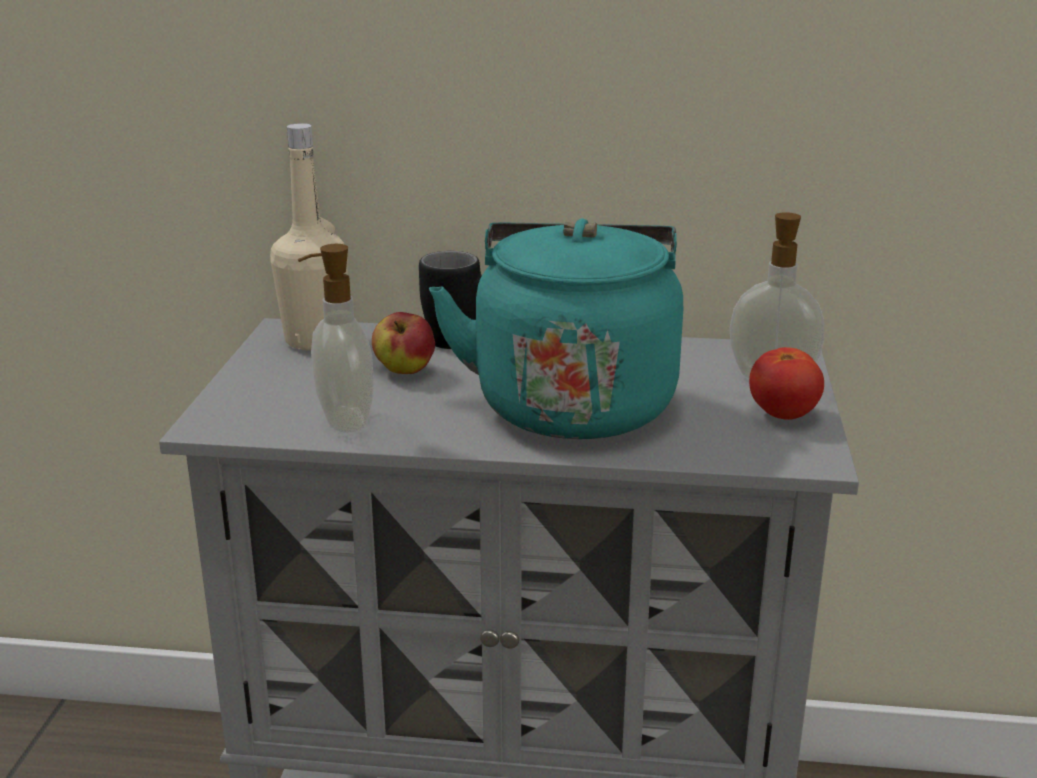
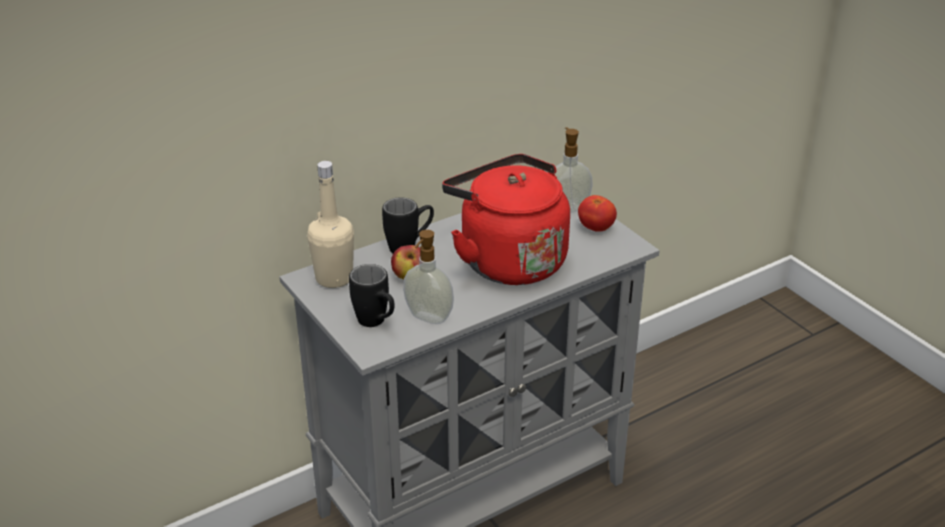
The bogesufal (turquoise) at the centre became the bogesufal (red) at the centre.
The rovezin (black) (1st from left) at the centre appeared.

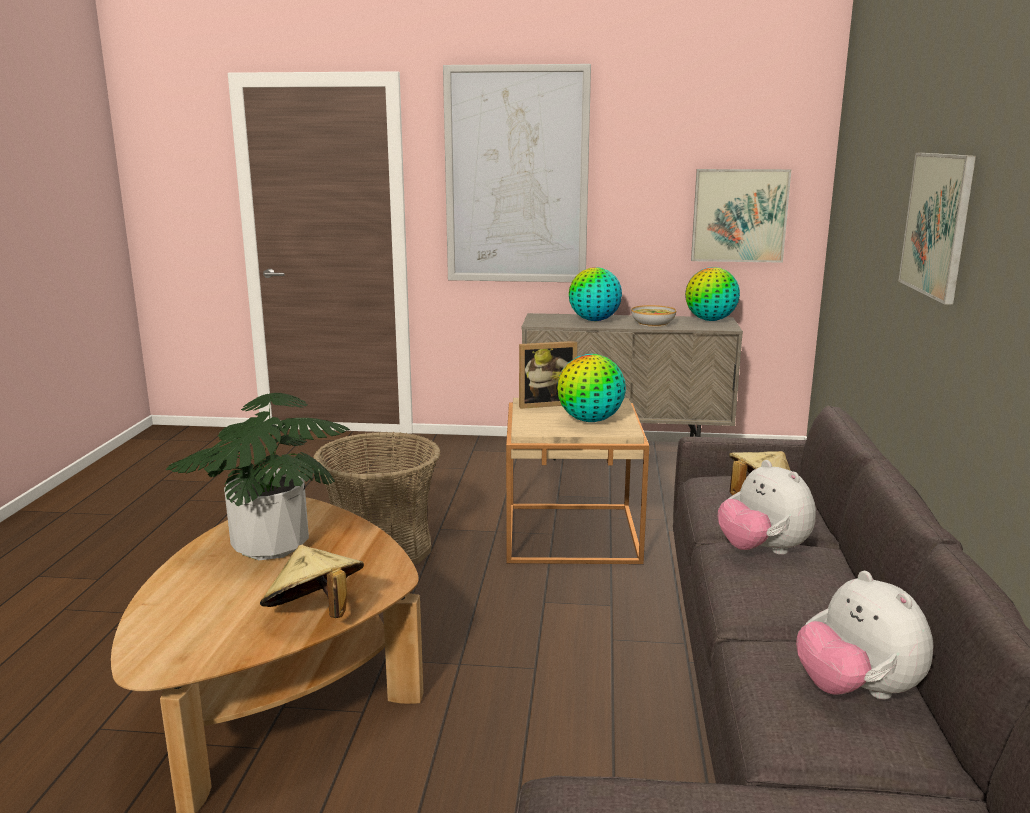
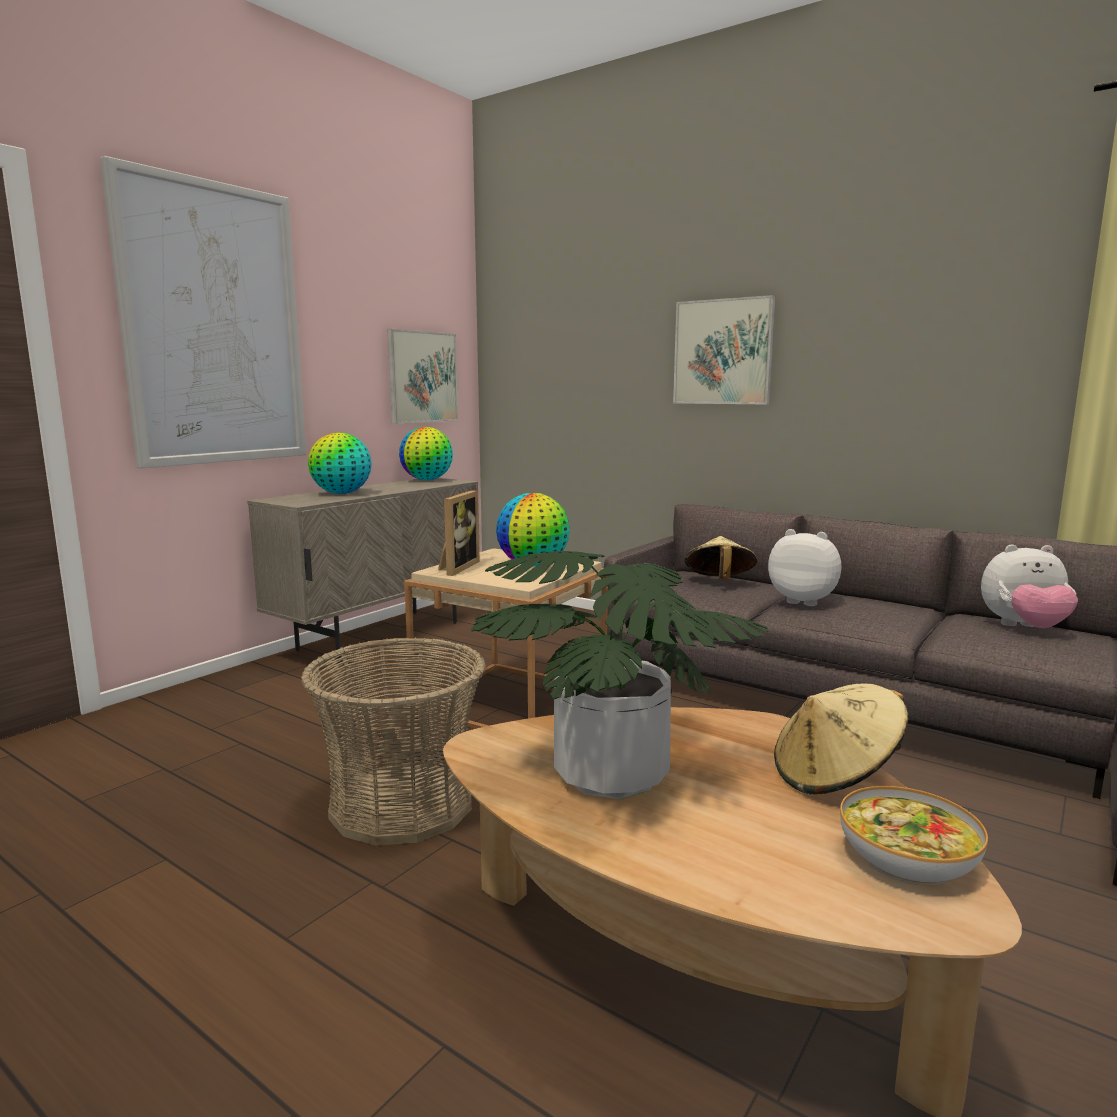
The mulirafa moved from the centre to the bottom right.
The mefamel (1st from left) at the middle right turned 150 degrees counterclockwise.

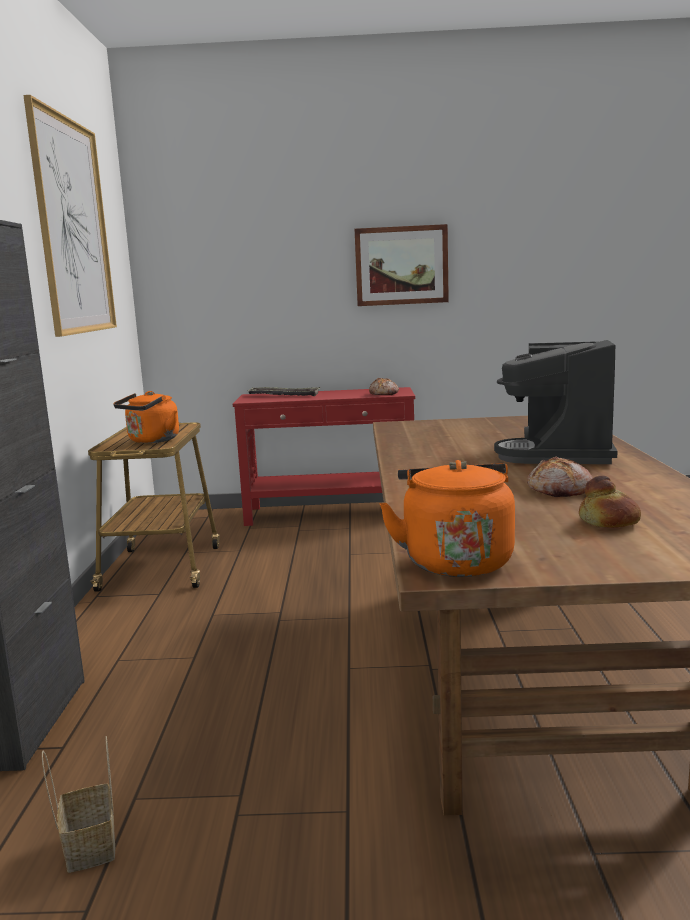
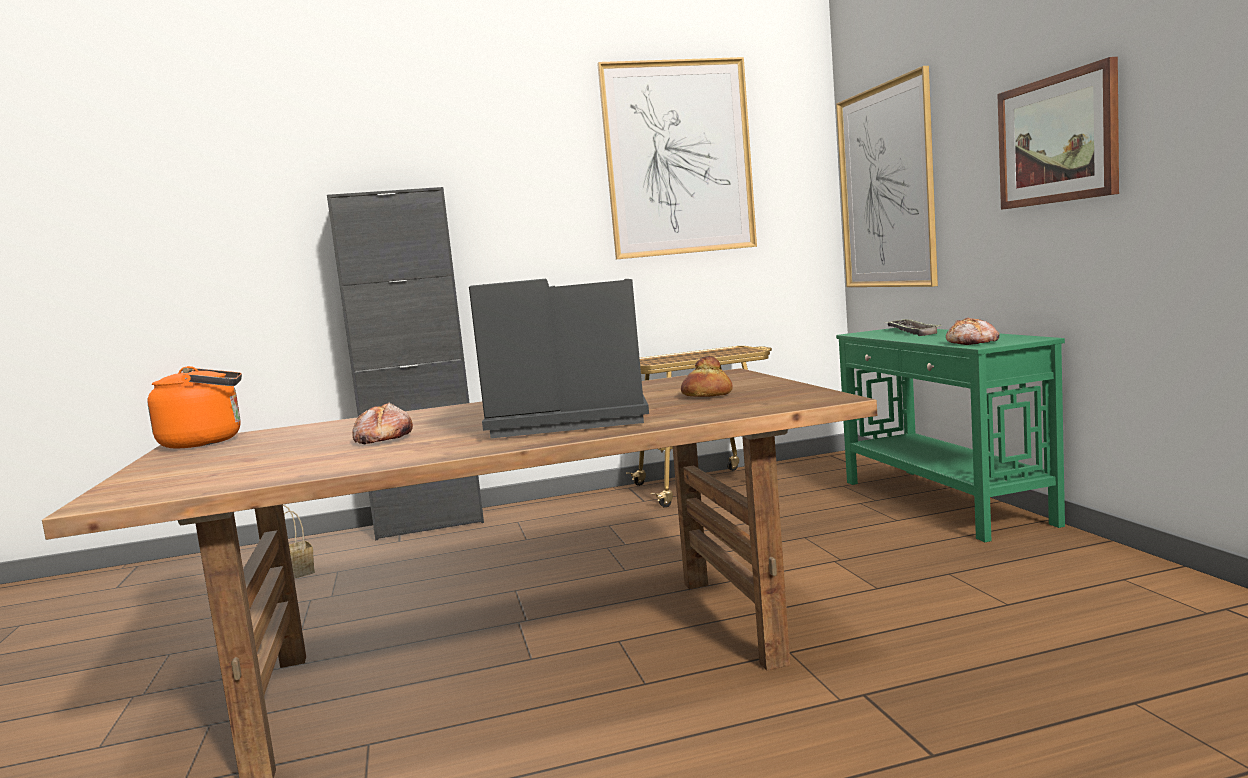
The bogesufal (orange) (1st from left) at the middle left disappeared.
The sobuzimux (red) at the centre became the sobuzimux (green) at the middle right.
The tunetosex (3rd from left in the first image) moved from the middle right to the centre.
The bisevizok (2nd from left) at the top right appeared.

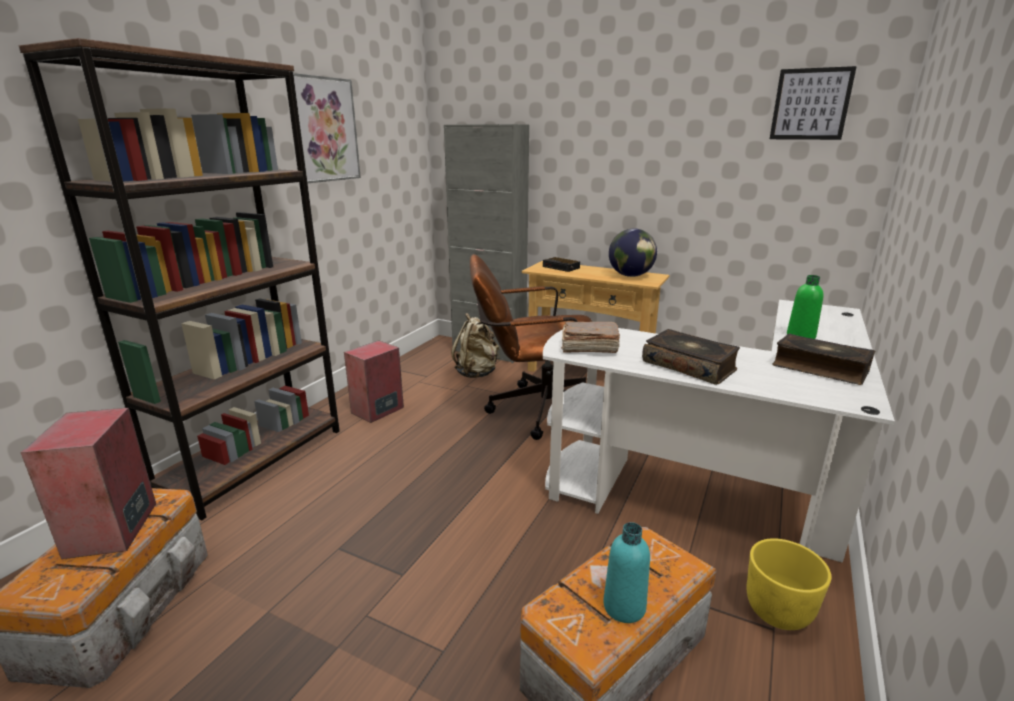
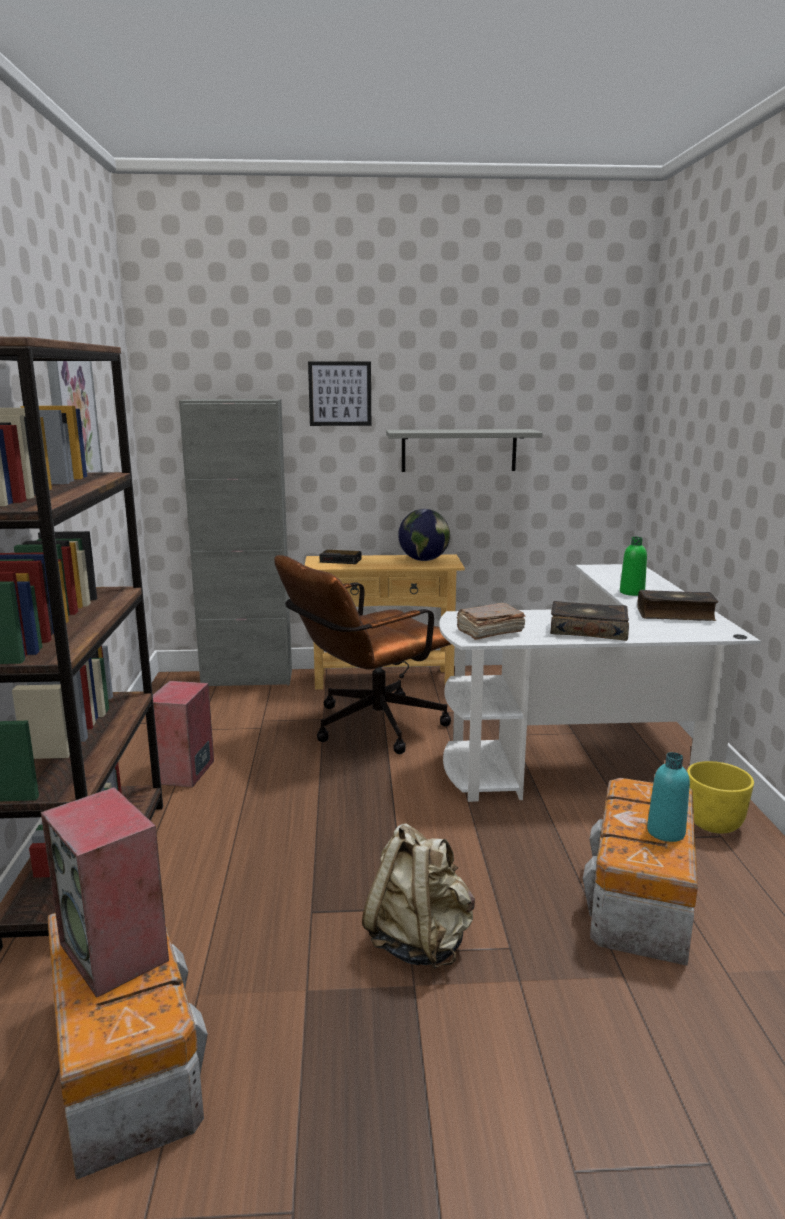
The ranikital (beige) moved from the centre to the bottom centre.
The bisevizok (2nd from left) moved from the top right to the top centre.
The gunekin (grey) at the centre appeared.

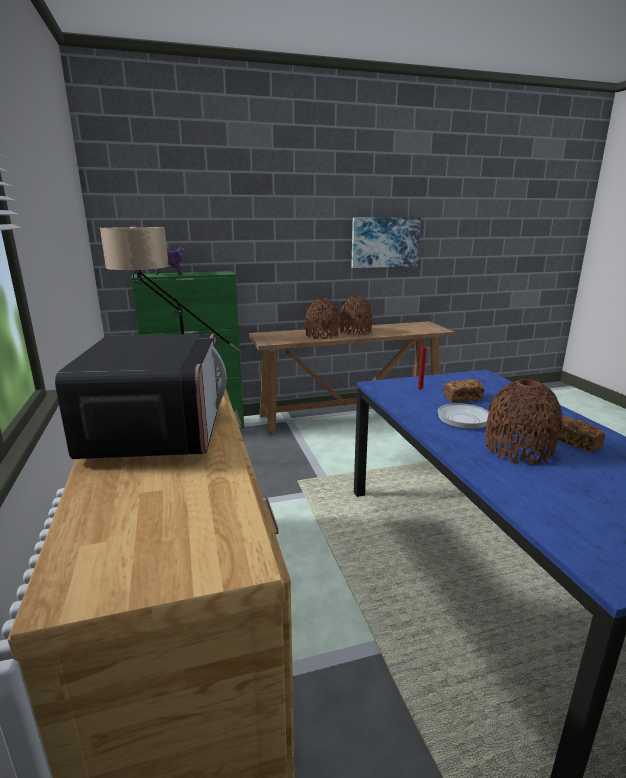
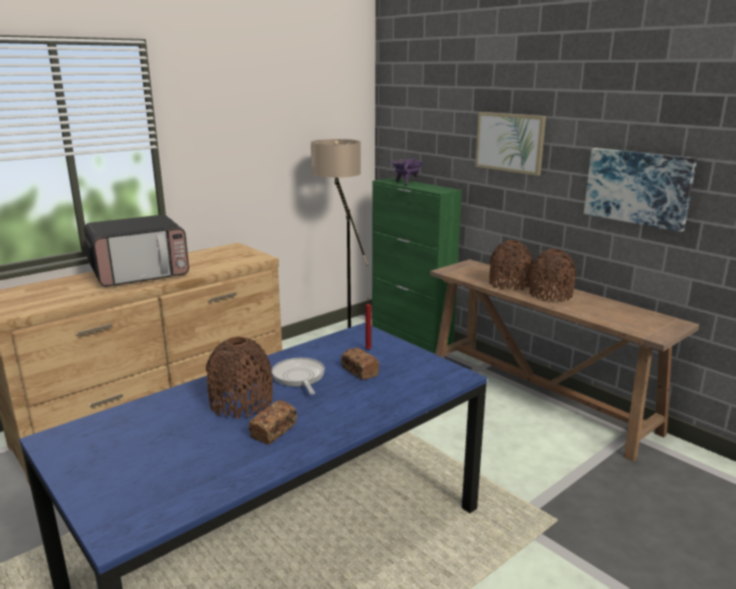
The bisevizok (1st from left) at the top right appeared.

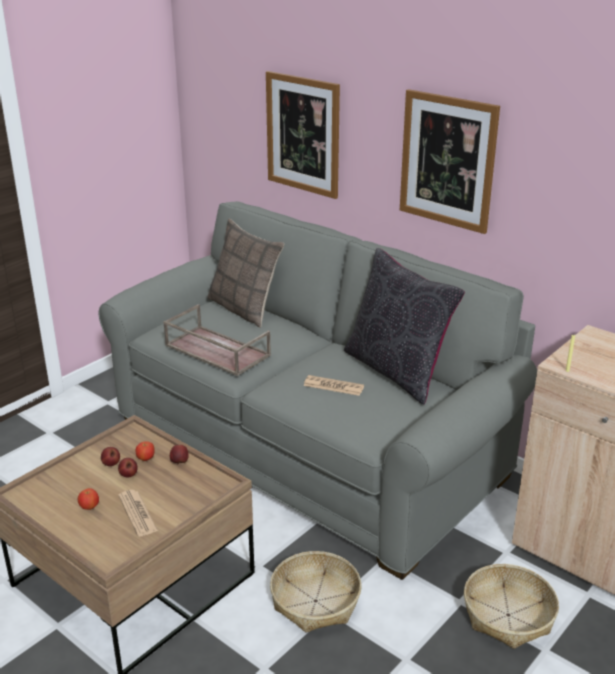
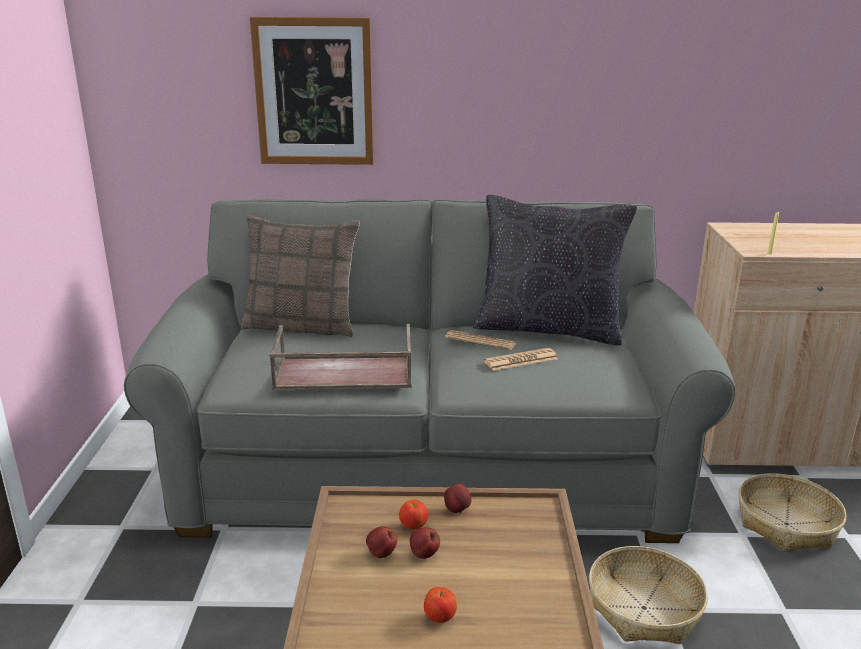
The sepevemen (1st from left) moved from the bottom left to the centre.
The bisevizok (2nd from left) at the top right disappeared.

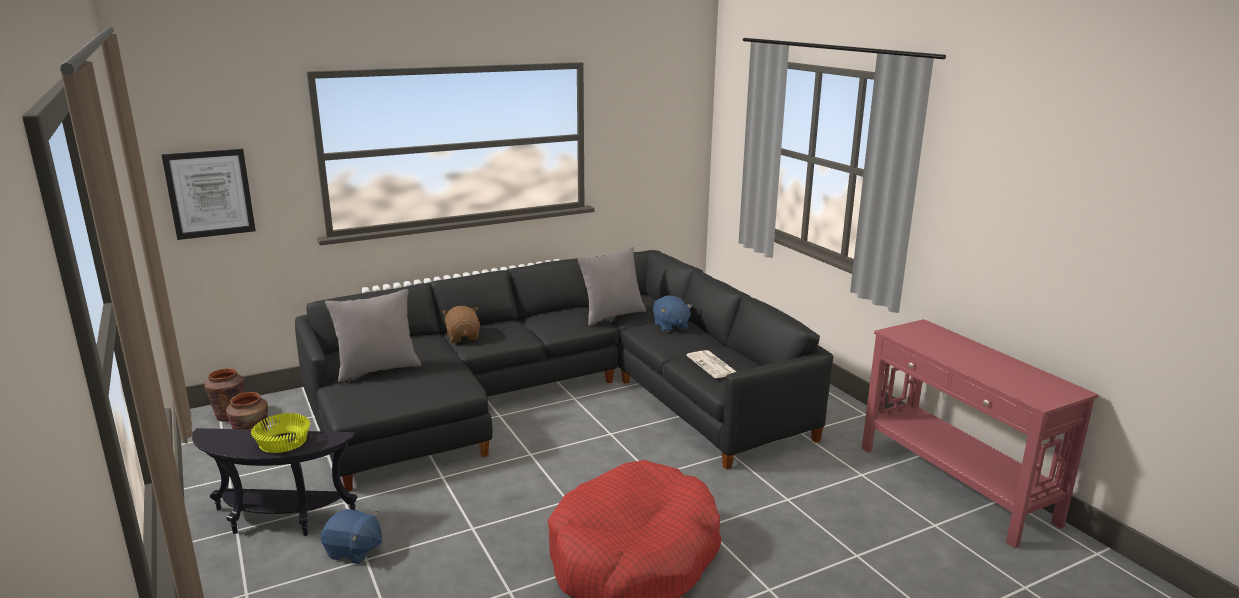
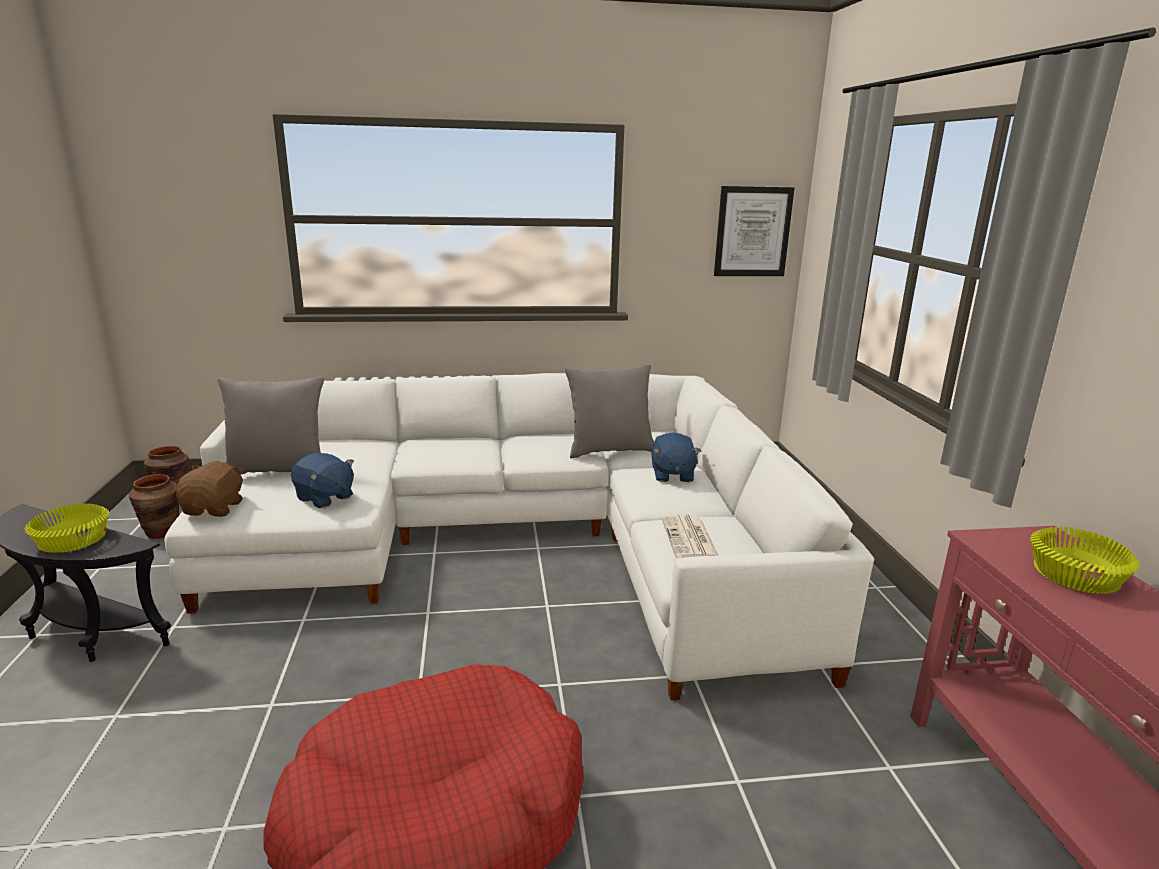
The bisevizok moved from the top left to the top centre.
The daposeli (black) at the centre became the daposeli (white) at the centre.
The mefamel (blue) (1st from left) moved from the bottom left to the middle left.
The mefamel (brown) moved from the centre to the middle left.
The mulirafa (yellow) (2nd from left) at the middle right appeared.

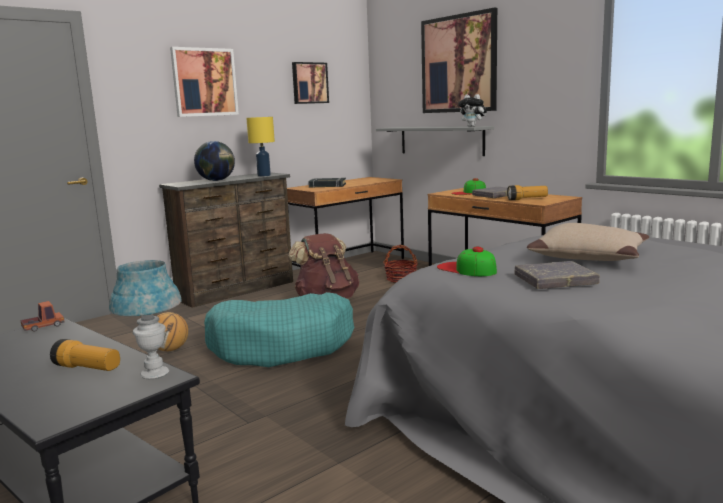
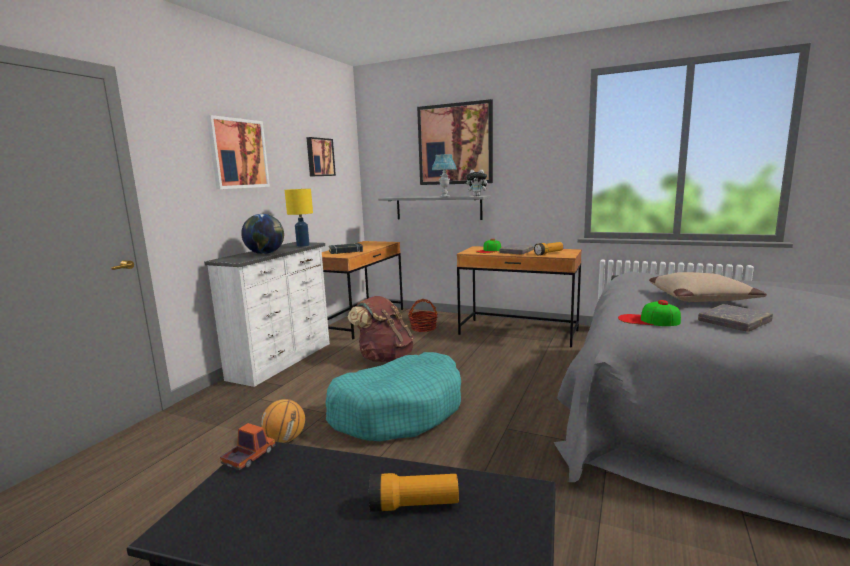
The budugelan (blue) moved from the middle left to the top centre.
The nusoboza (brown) at the middle left became the nusoboza (white) at the middle left.

